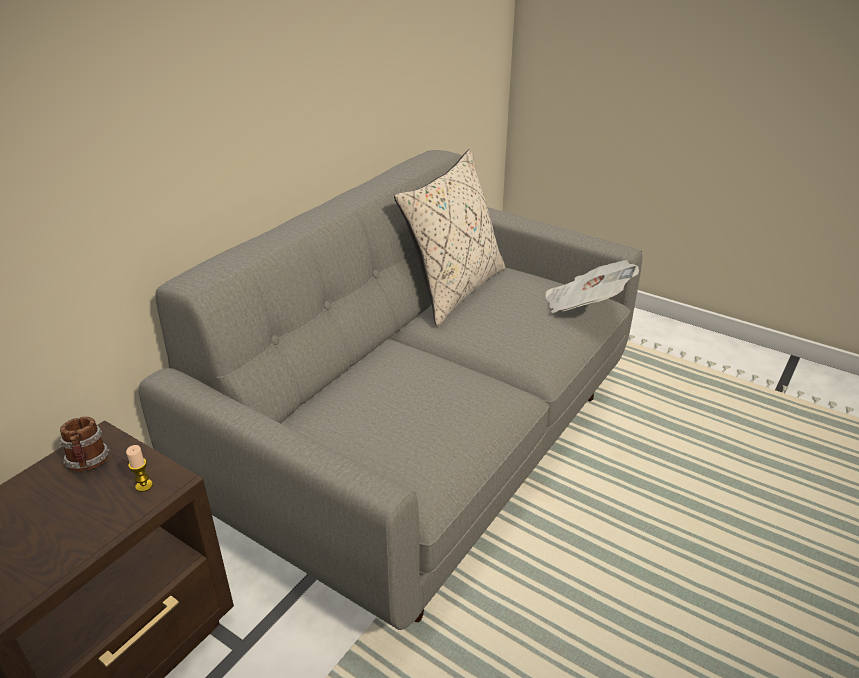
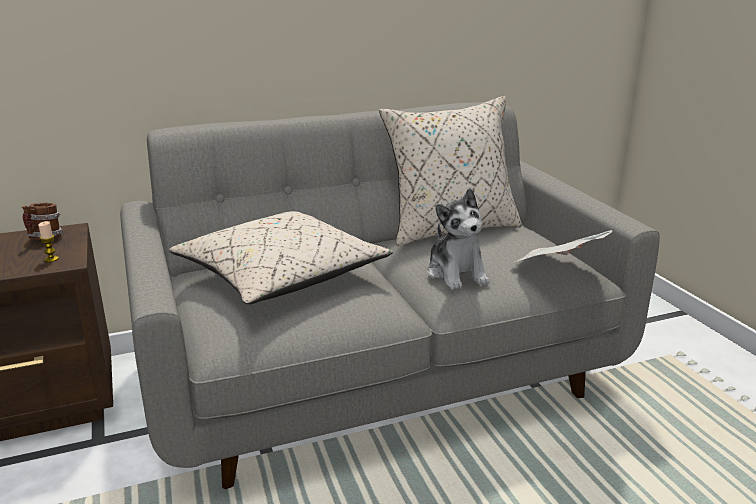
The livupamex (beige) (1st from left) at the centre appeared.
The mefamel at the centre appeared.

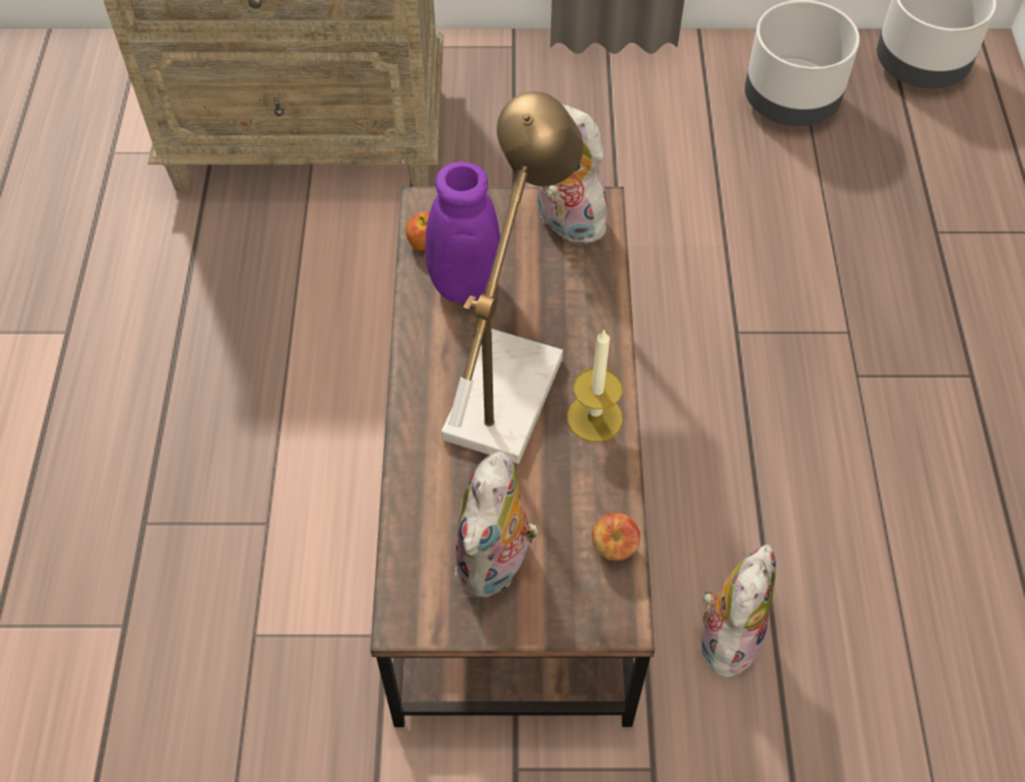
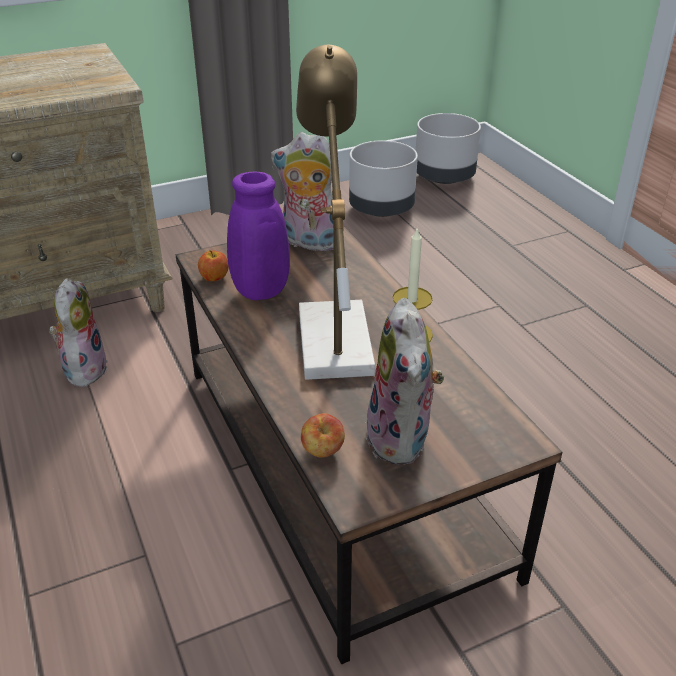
The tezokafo (2nd from left) moved from the bottom centre to the centre.
The mefamel (3rd from left in the first image) moved from the bottom right to the middle left.

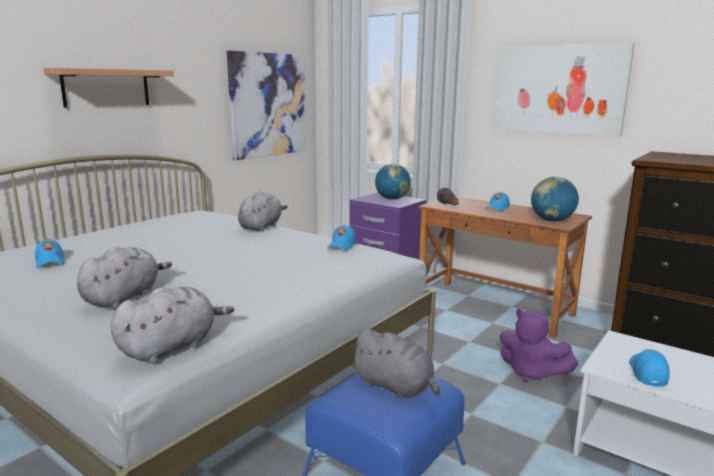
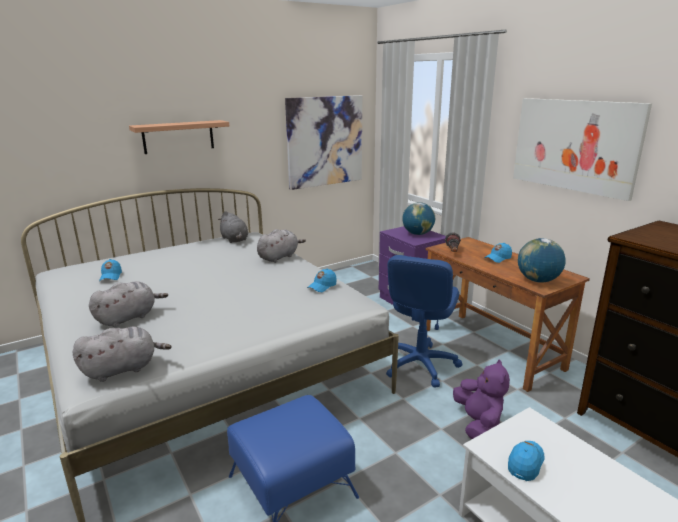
The mefamel (grey) (4th from left in the first image) moved from the bottom centre to the centre.
The mefamel (purple) at the bottom right turned 150 degrees counterclockwise.
The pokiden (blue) at the centre appeared.

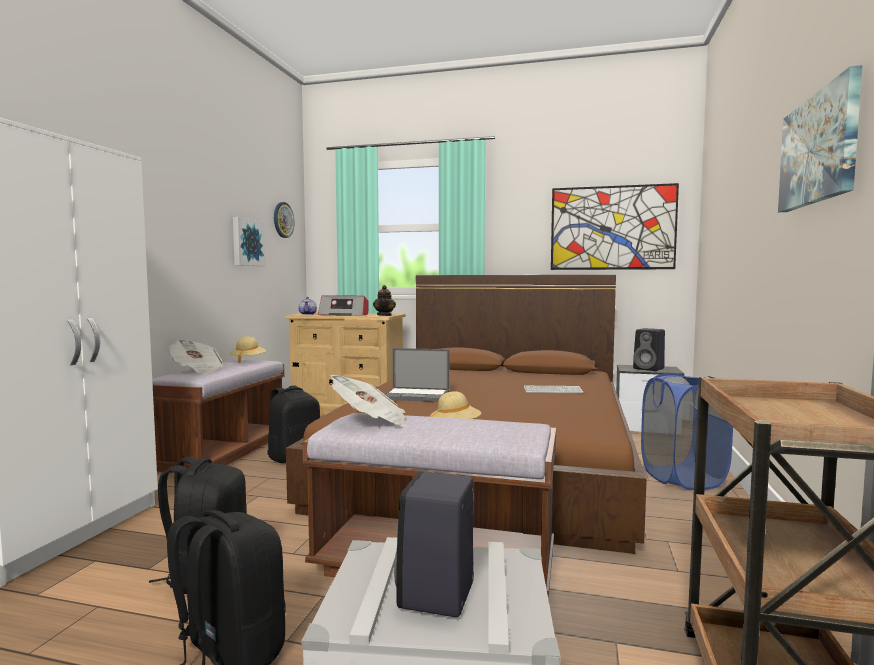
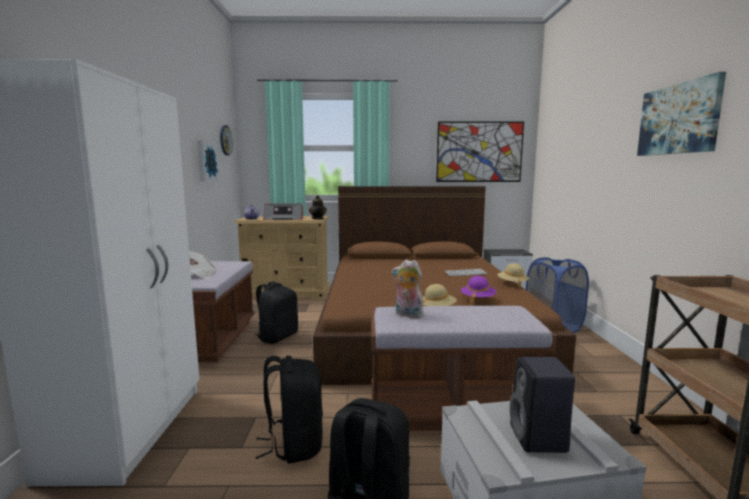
The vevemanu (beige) (1st from left in the first image) moved from the middle left to the middle right.
The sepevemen (2nd from left) at the centre was replaced by the mefamel at the centre.
The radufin at the centre disappeared.
The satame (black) (2nd from left) at the middle right disappeared.
The vevemanu (purple) at the centre appeared.

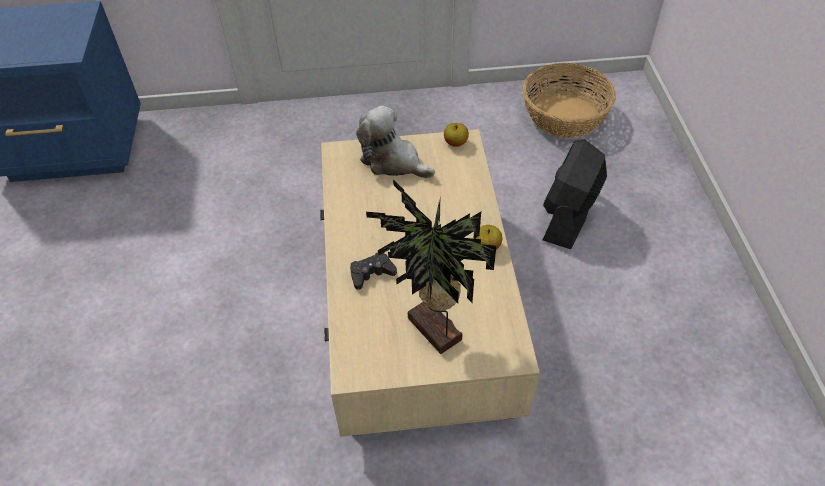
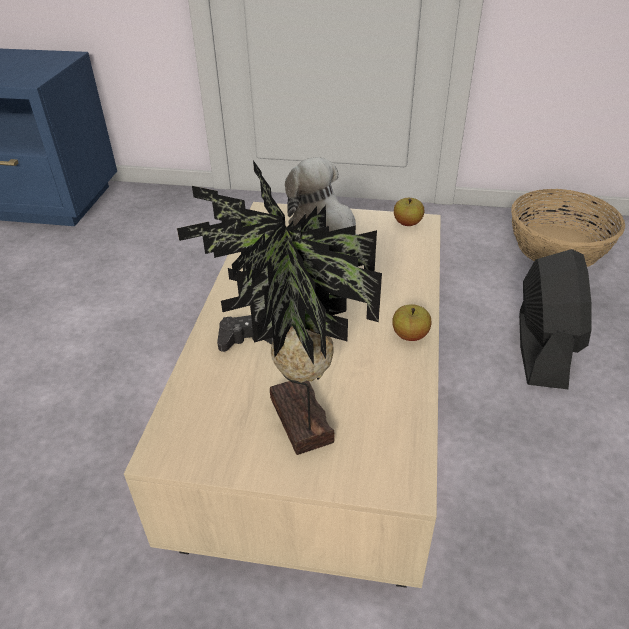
The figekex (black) at the middle right turned 150 degrees clockwise.

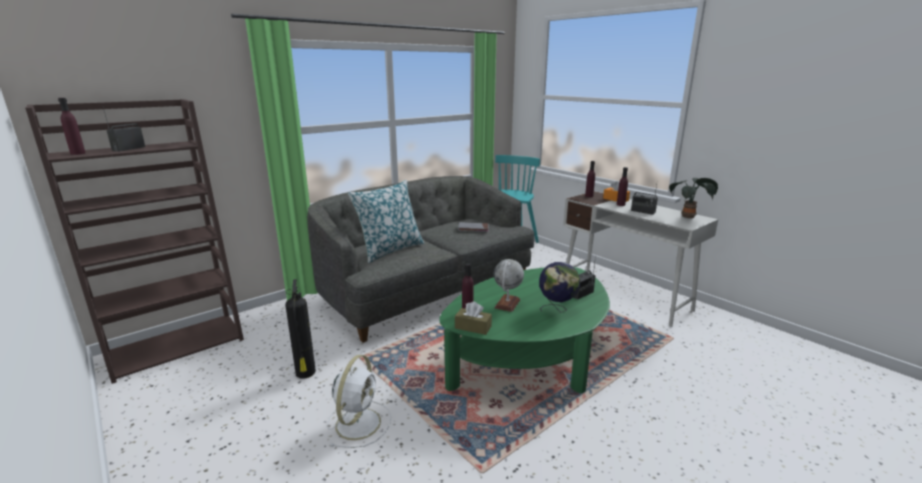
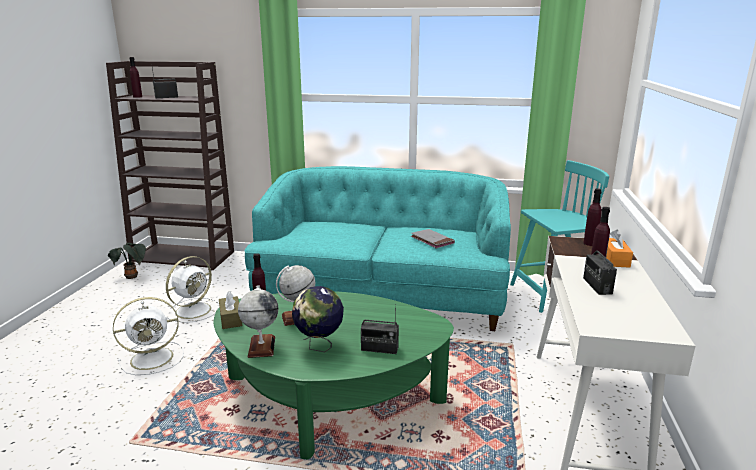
The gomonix at the bottom left was replaced by the figekex (white) (2nd from left) at the middle left.
The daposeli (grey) at the centre became the daposeli (turquoise) at the centre.
The livupamex at the centre disappeared.
The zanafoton moved from the middle right to the middle left.
The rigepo (1st from left) at the bottom centre appeared.

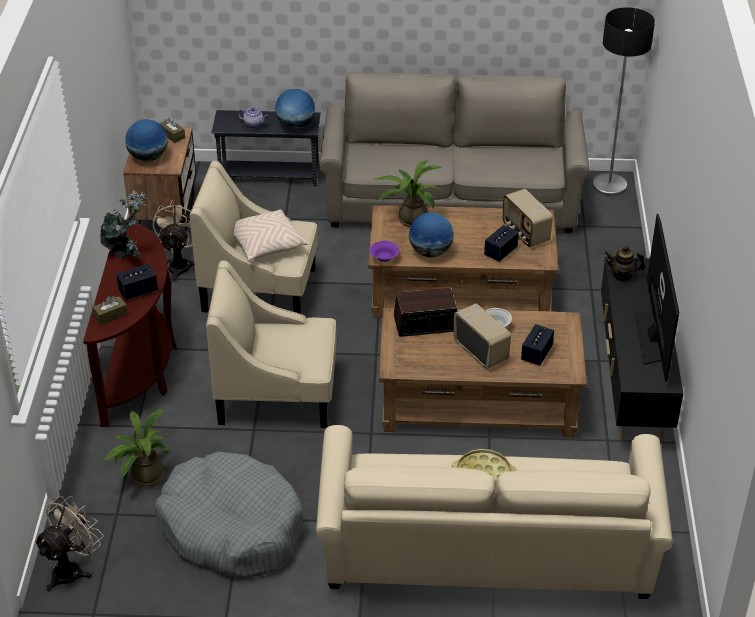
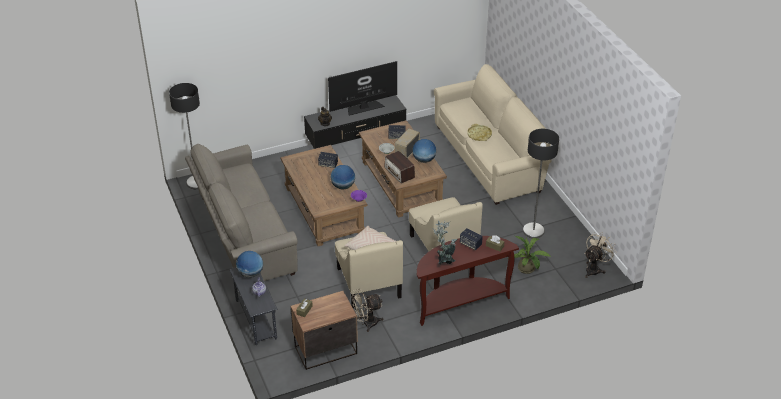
The figekex (beige) (1st from left in the first image) at the bottom left turned 120 degrees clockwise.
The rigepo (1st from left in the first image) moved from the top left to the centre.
The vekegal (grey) at the bottom left was replaced by the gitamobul (2nd from left) at the middle right.
The zanafoton (3rd from left) at the top centre disappeared.
The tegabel (3rd from left) at the middle right disappeared.

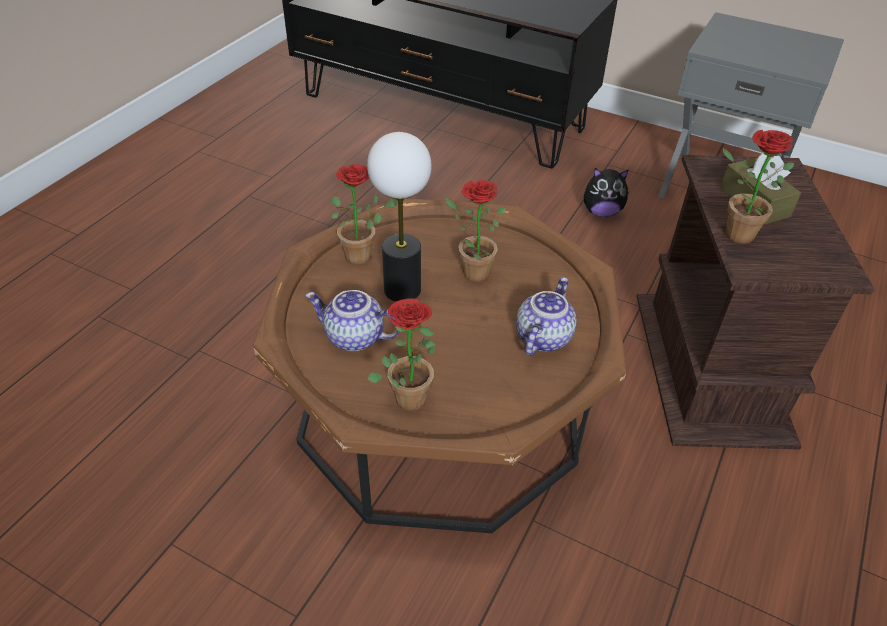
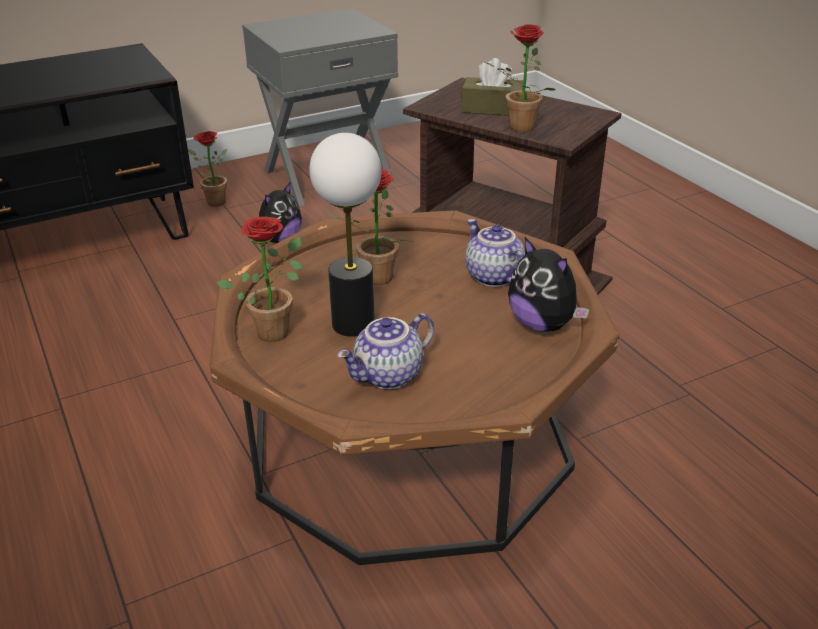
The zanafoton (2nd from left in the first image) moved from the centre to the top left.
The mefamel (2nd from left) at the middle right appeared.

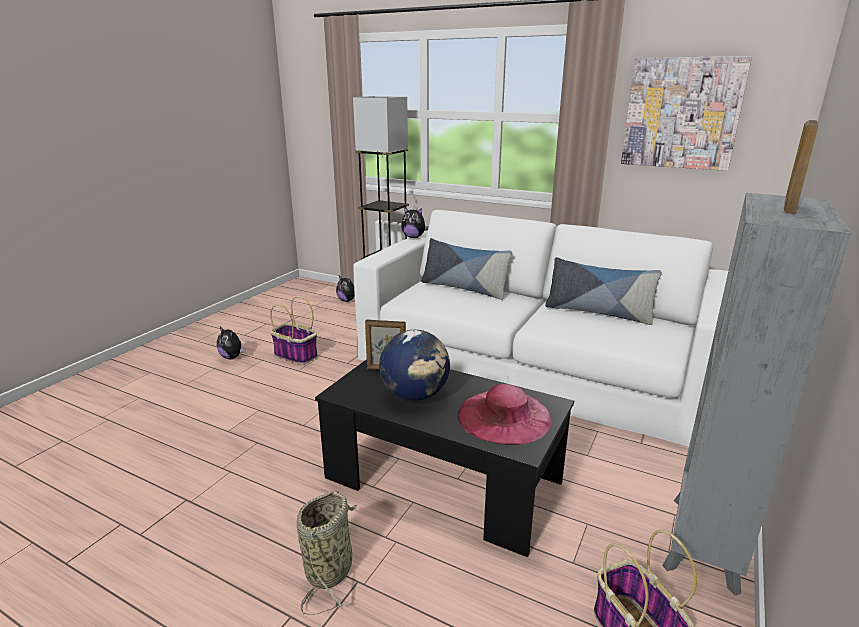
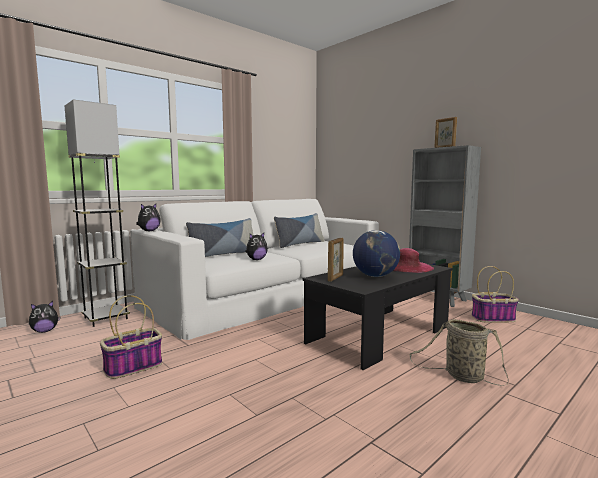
The mefamel (1st from left in the first image) moved from the middle left to the centre.
The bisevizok at the top right disappeared.

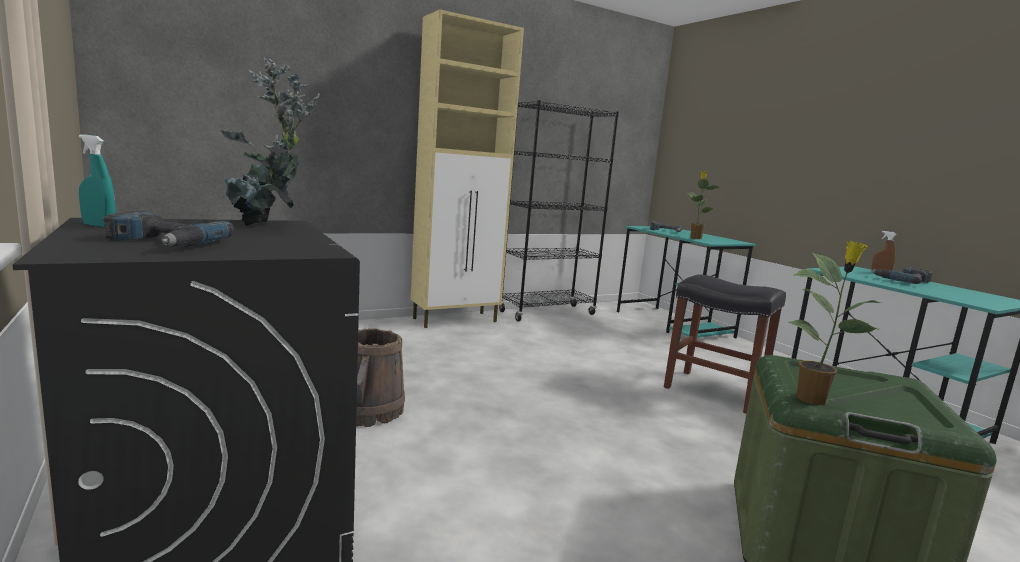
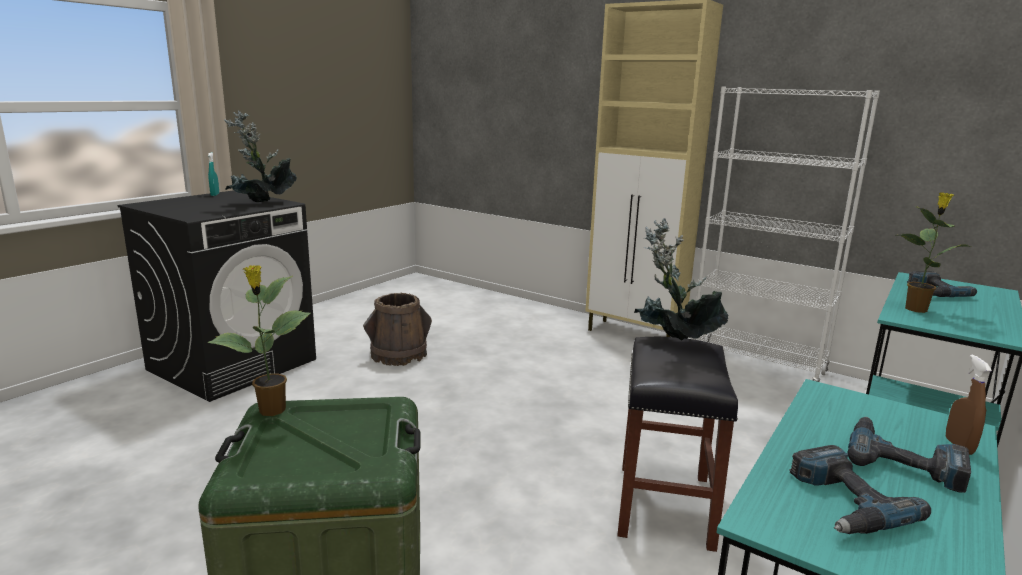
The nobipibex (1st from left) moved from the middle left to the bottom right.
The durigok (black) at the centre became the durigok (white) at the middle right.
The zanafoton (3rd from left) at the centre appeared.

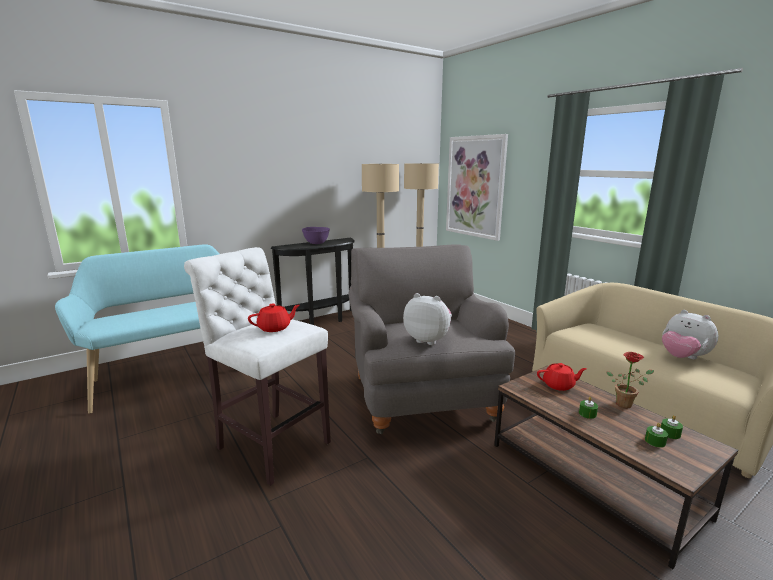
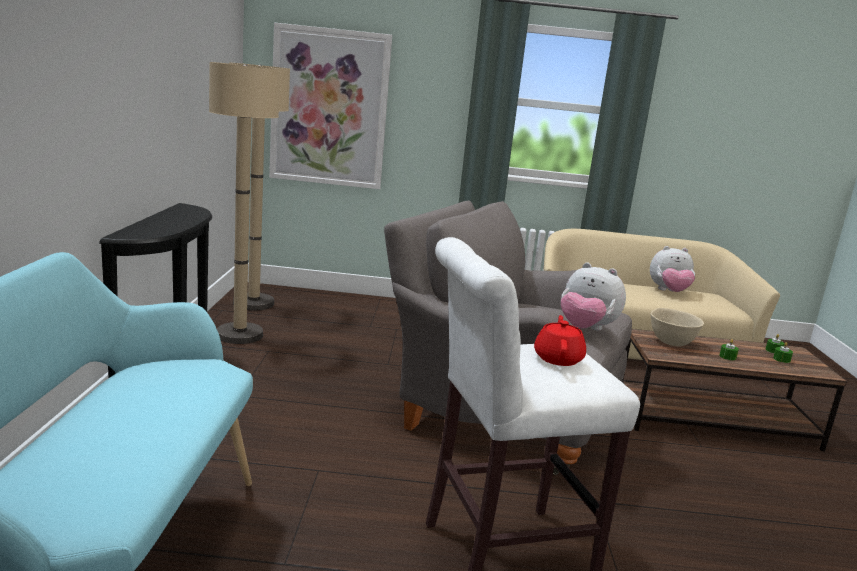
The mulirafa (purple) at the centre disappeared.
The mefamel (1st from left) at the centre turned 120 degrees counterclockwise.
The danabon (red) (2nd from left) at the middle right was replaced by the mulirafa (beige) at the middle right.
The zanafoton at the middle right disappeared.

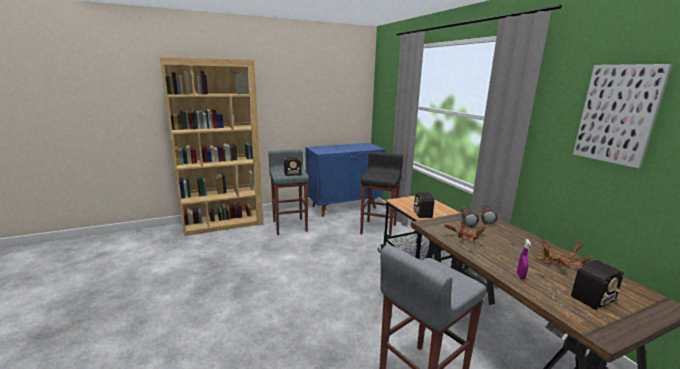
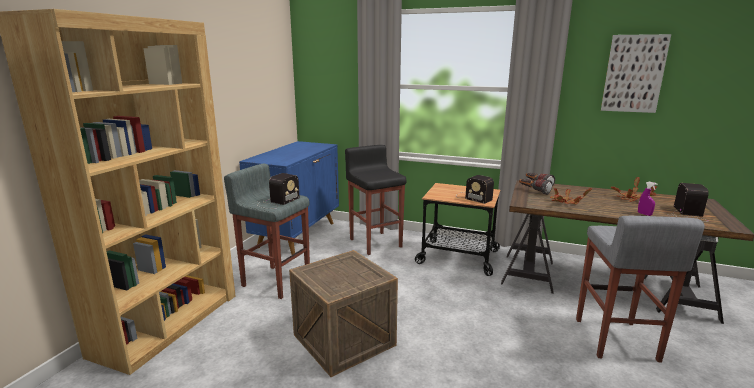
The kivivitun at the bottom centre appeared.

